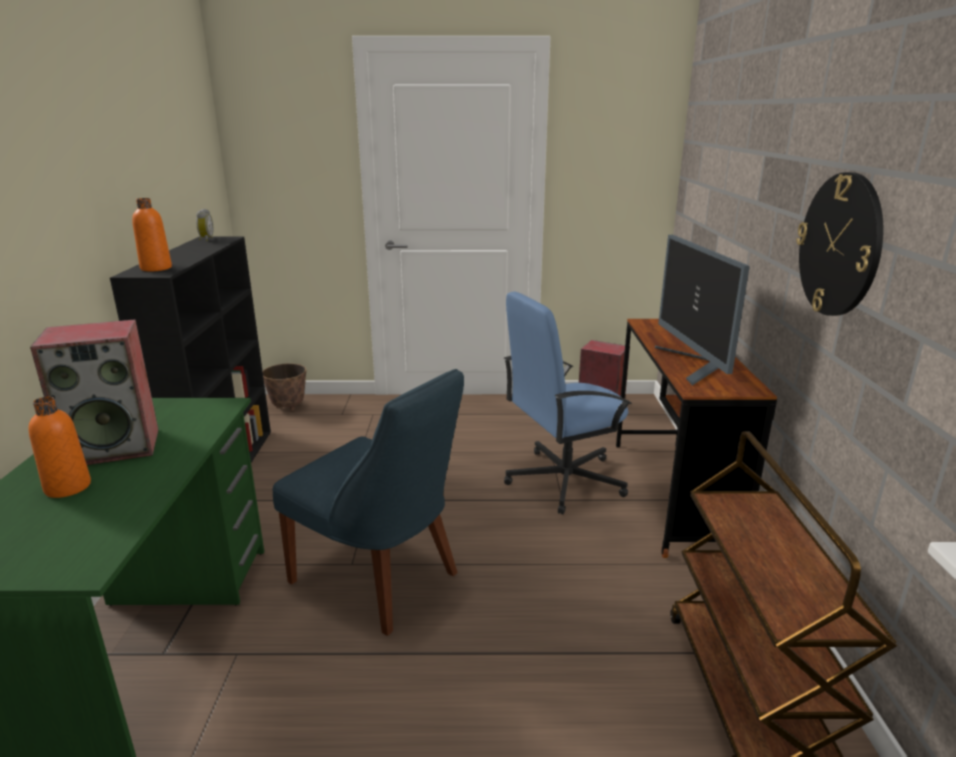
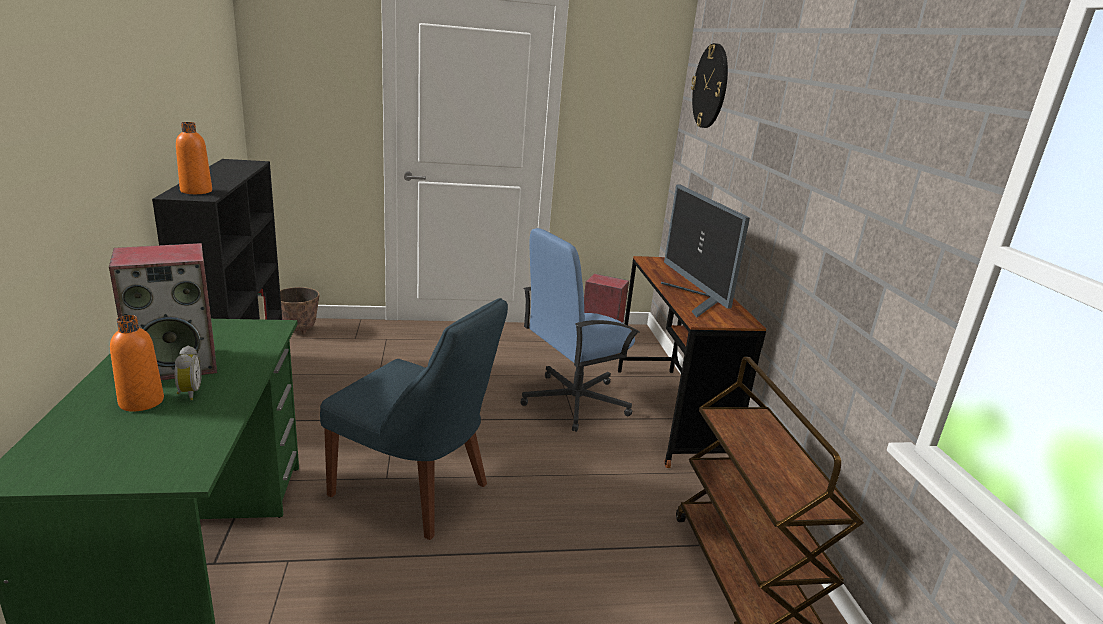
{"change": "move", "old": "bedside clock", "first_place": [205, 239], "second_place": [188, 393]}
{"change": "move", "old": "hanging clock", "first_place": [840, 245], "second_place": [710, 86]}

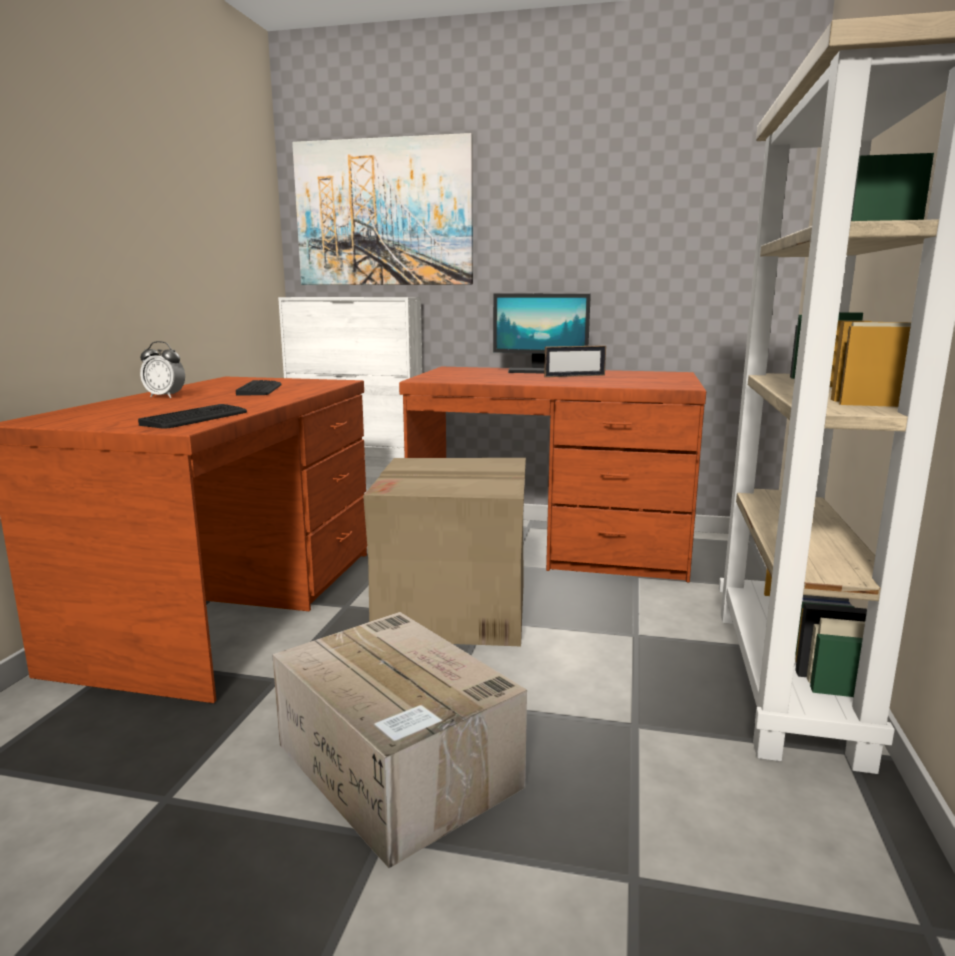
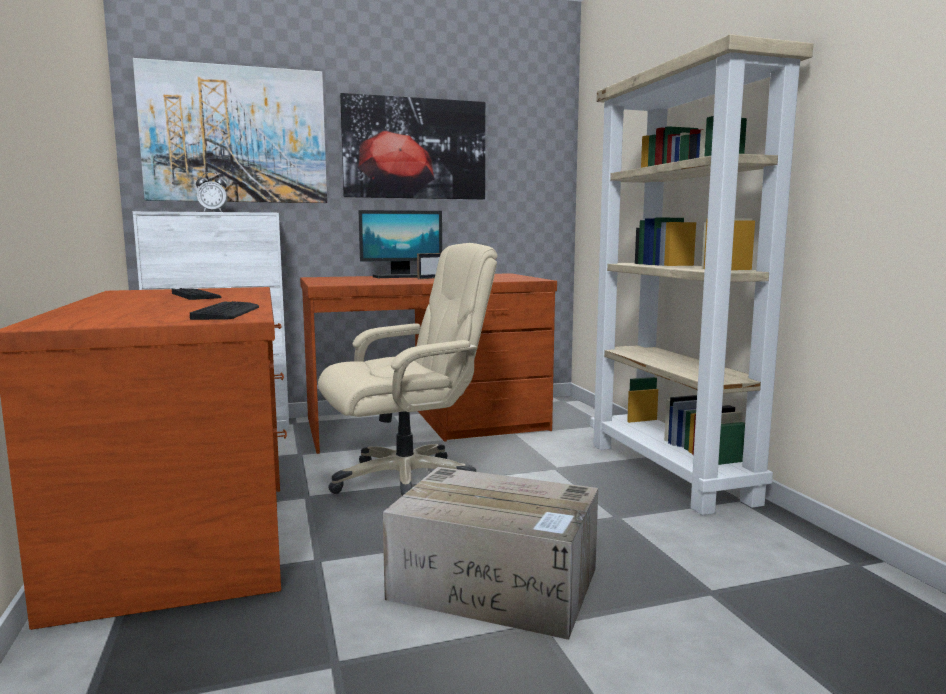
{"change": "move", "old": "bedside clock", "first_place": [165, 396], "second_place": [213, 212]}
{"change": "replace", "old": "packing box", "new": "beige-coloured desk chair", "first_place": [454, 610], "second_place": [406, 480]}
{"change": "insert", "new": "wall picture", "second_place": [415, 149]}

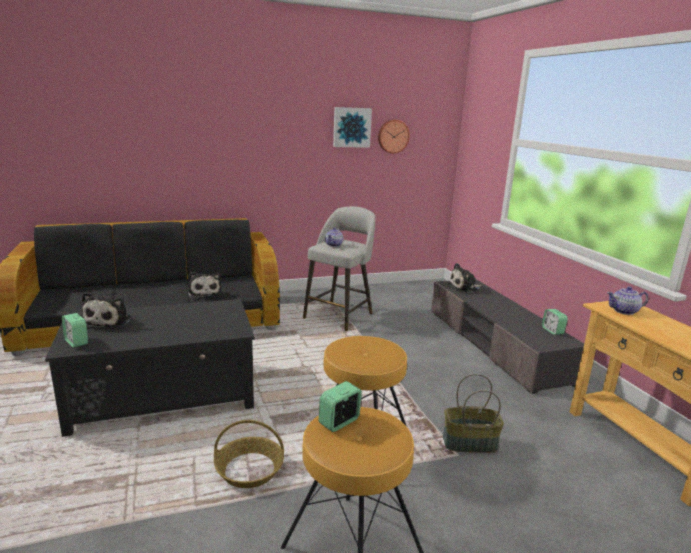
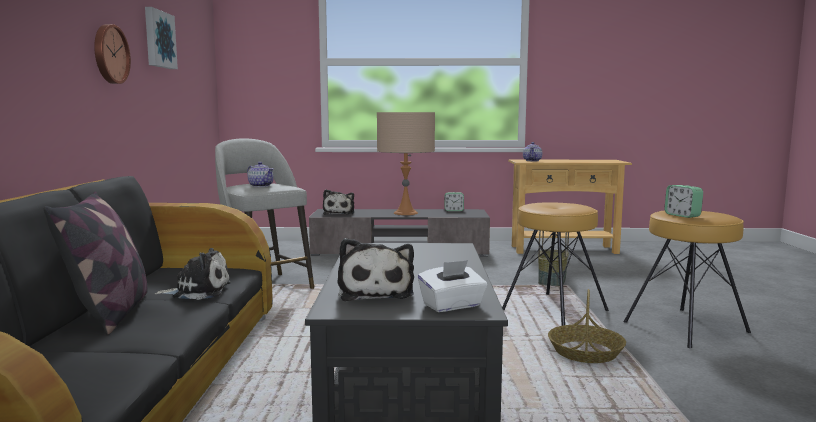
{"change": "insert", "new": "cushion", "second_place": [111, 313]}
{"change": "move", "old": "hanging clock", "first_place": [393, 136], "second_place": [109, 54]}
{"change": "rotate", "old": "cuddly toy", "first_place": [109, 321], "second_place": [375, 292], "degrees": 60}
{"change": "insert", "new": "beige-coloured lamp for a table", "second_place": [405, 213]}
{"change": "replace", "old": "bedside clock", "new": "whitish box of tissues", "first_place": [76, 342], "second_place": [452, 305]}

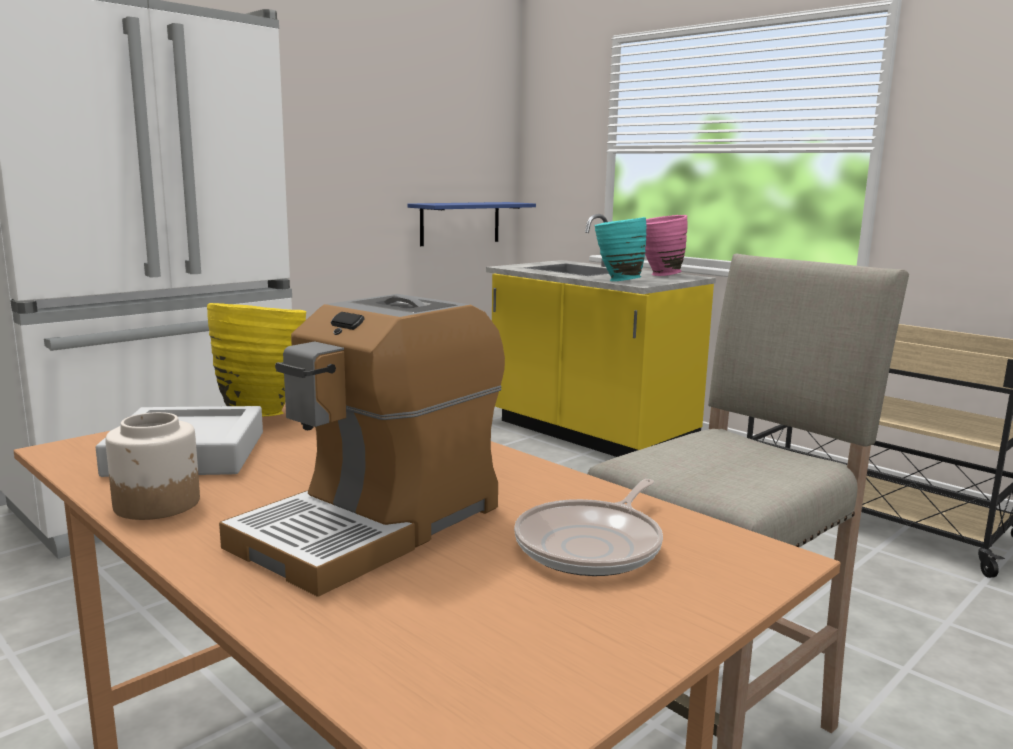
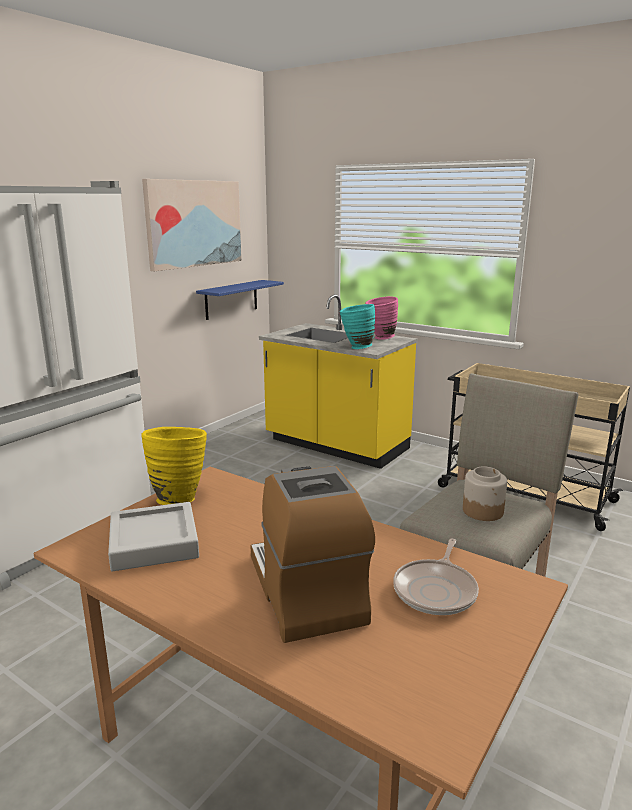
{"change": "insert", "new": "wall picture", "second_place": [194, 223]}
{"change": "rotate", "old": "coffee machine", "first_place": [374, 525], "second_place": [306, 591], "degrees": 135}
{"change": "move", "old": "jar", "first_place": [158, 503], "second_place": [483, 511]}

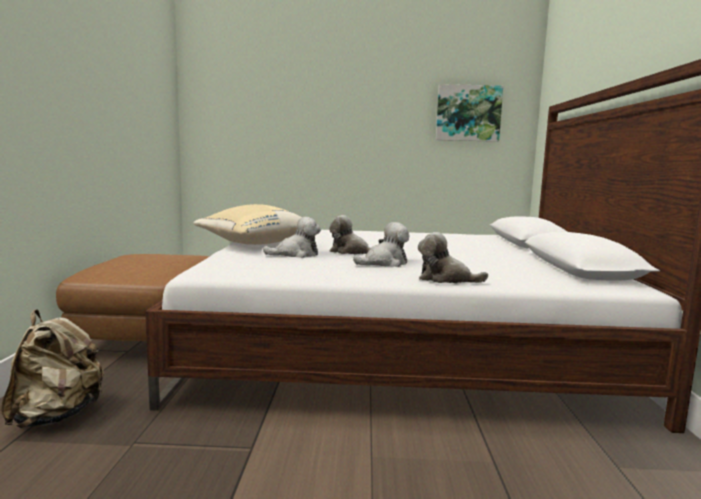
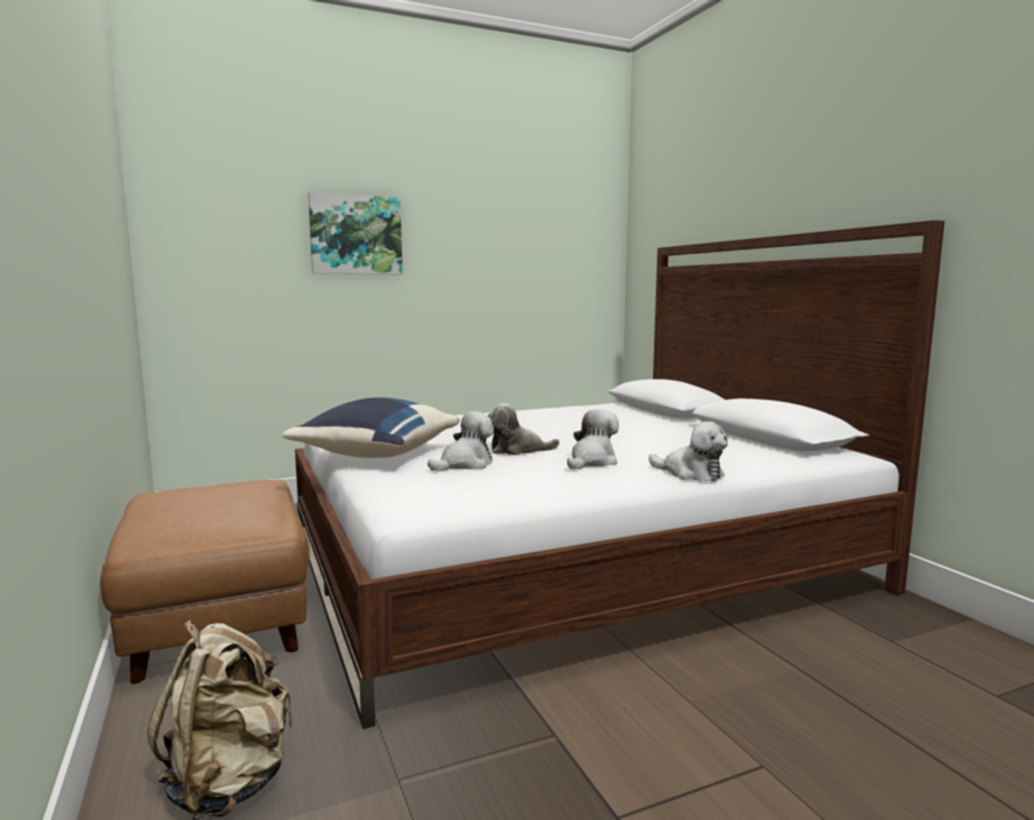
{"change": "recolor", "old": "beige-coloured cushion", "new": "blue-coloured cushion", "first_place": [254, 243], "second_place": [374, 454]}
{"change": "move", "old": "wall picture", "first_place": [468, 113], "second_place": [356, 235]}
{"change": "rotate", "old": "cuddly toy", "first_place": [445, 279], "second_place": [690, 474], "degrees": -135}

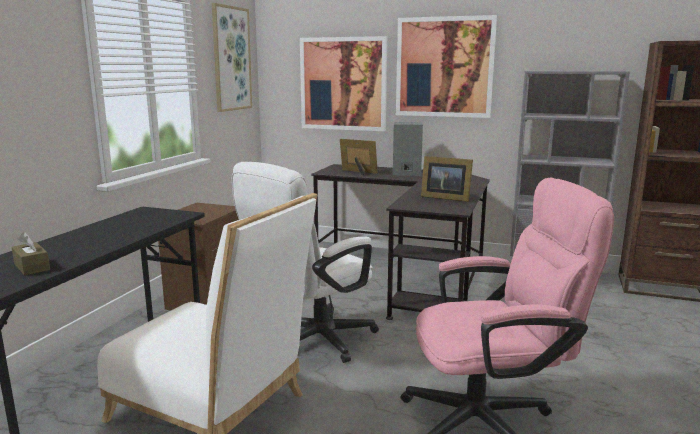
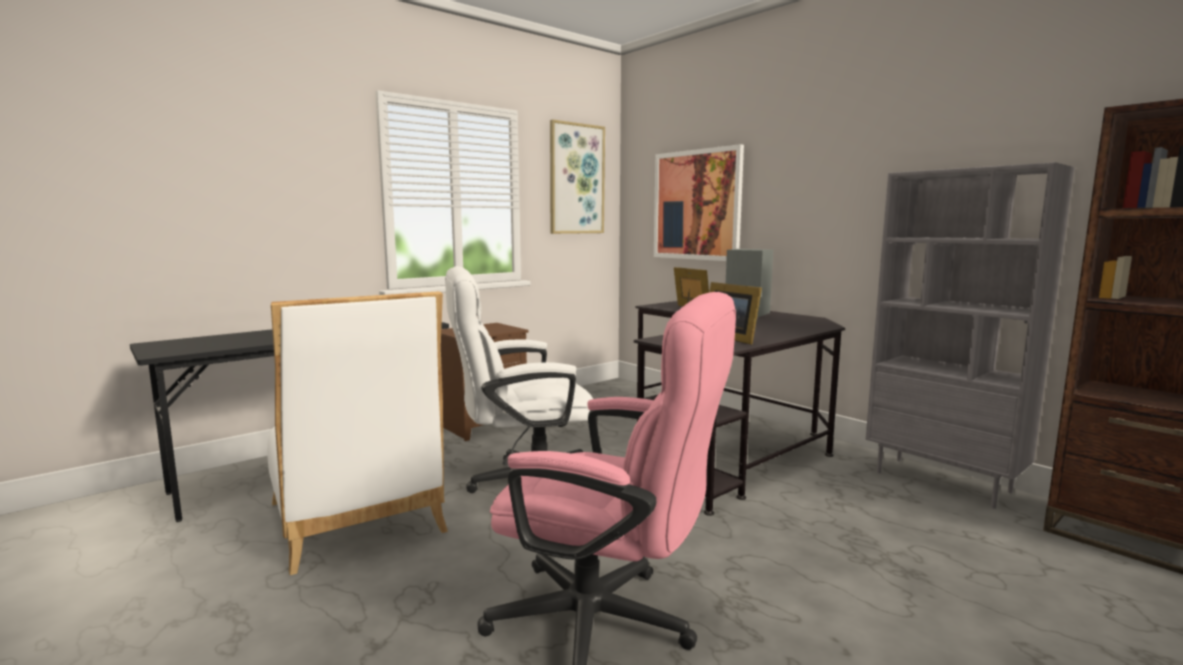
{"change": "delete", "old": "brownish box of tissues", "first_place": [32, 267]}
{"change": "delete", "old": "wall picture", "first_place": [444, 67]}

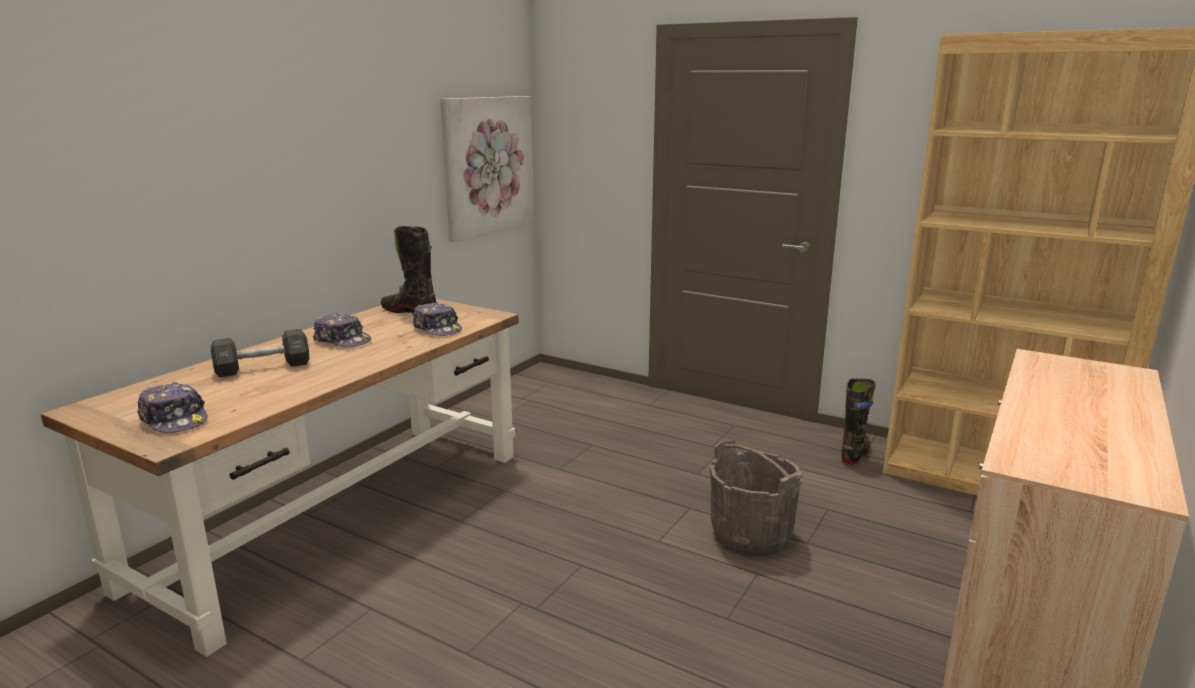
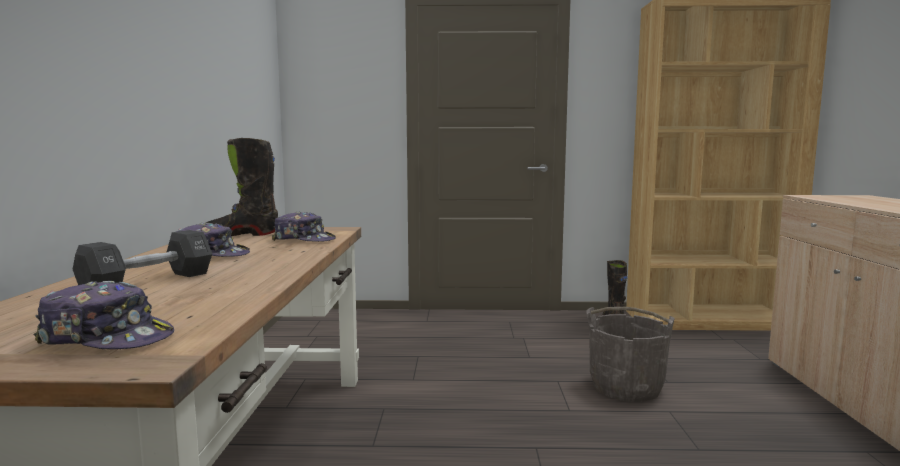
{"change": "delete", "old": "wall picture", "first_place": [488, 165]}

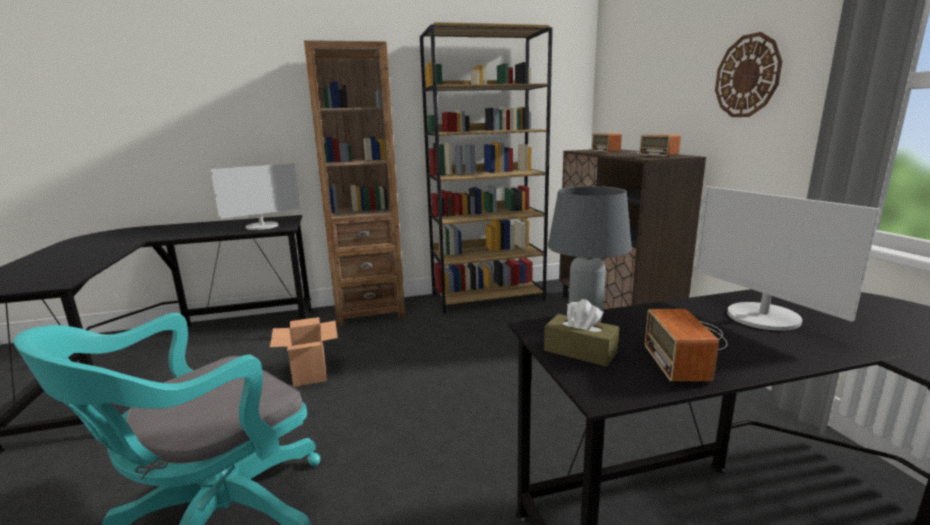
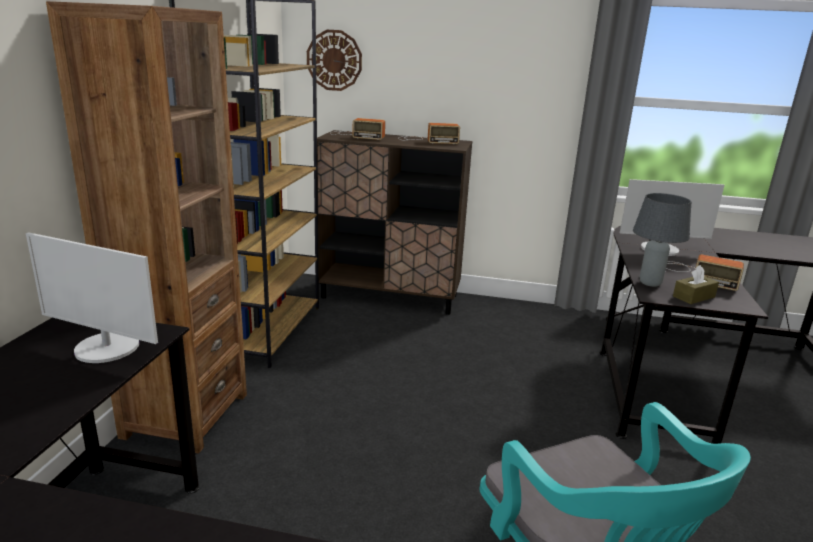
{"change": "rotate", "old": "computer screen", "first_place": [262, 226], "second_place": [107, 348], "degrees": 120}
{"change": "move", "old": "hanging clock", "first_place": [747, 76], "second_place": [334, 60]}
{"change": "delete", "old": "packing box", "first_place": [309, 373]}

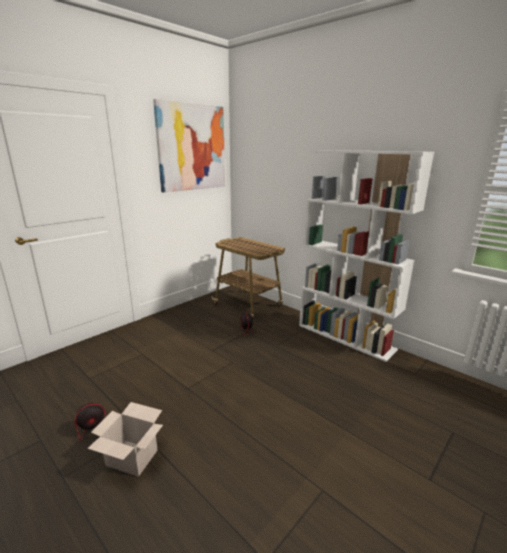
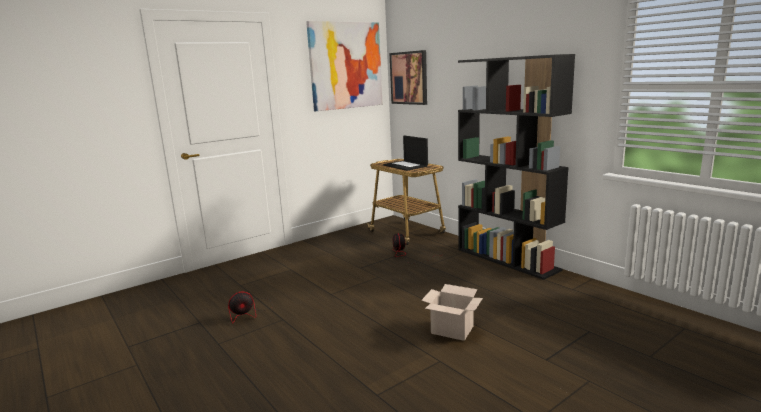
{"change": "insert", "new": "notebook computer", "second_place": [406, 166]}
{"change": "insert", "new": "wall picture", "second_place": [409, 78]}
{"change": "move", "old": "packing box", "first_place": [130, 458], "second_place": [451, 330]}
{"change": "recolor", "old": "whitish bookcase", "new": "black-coloured bookcase", "first_place": [346, 337], "second_place": [507, 259]}

